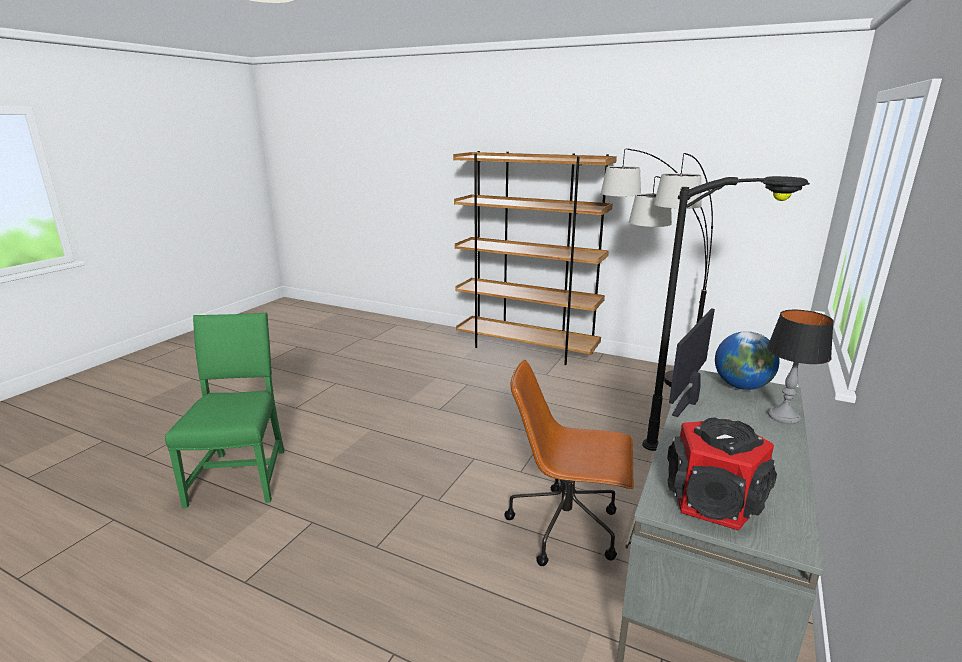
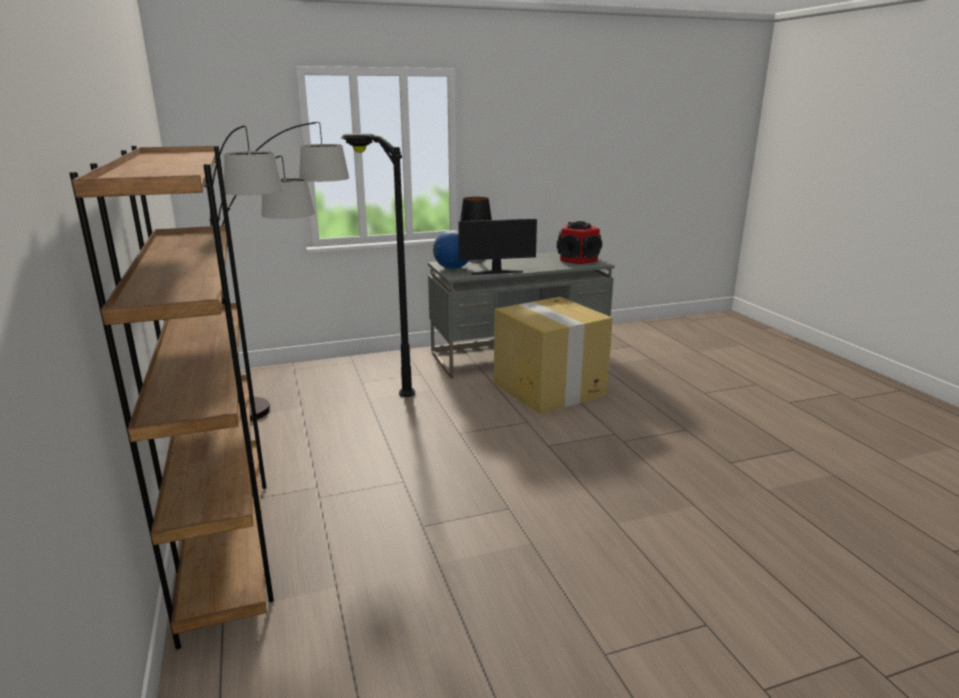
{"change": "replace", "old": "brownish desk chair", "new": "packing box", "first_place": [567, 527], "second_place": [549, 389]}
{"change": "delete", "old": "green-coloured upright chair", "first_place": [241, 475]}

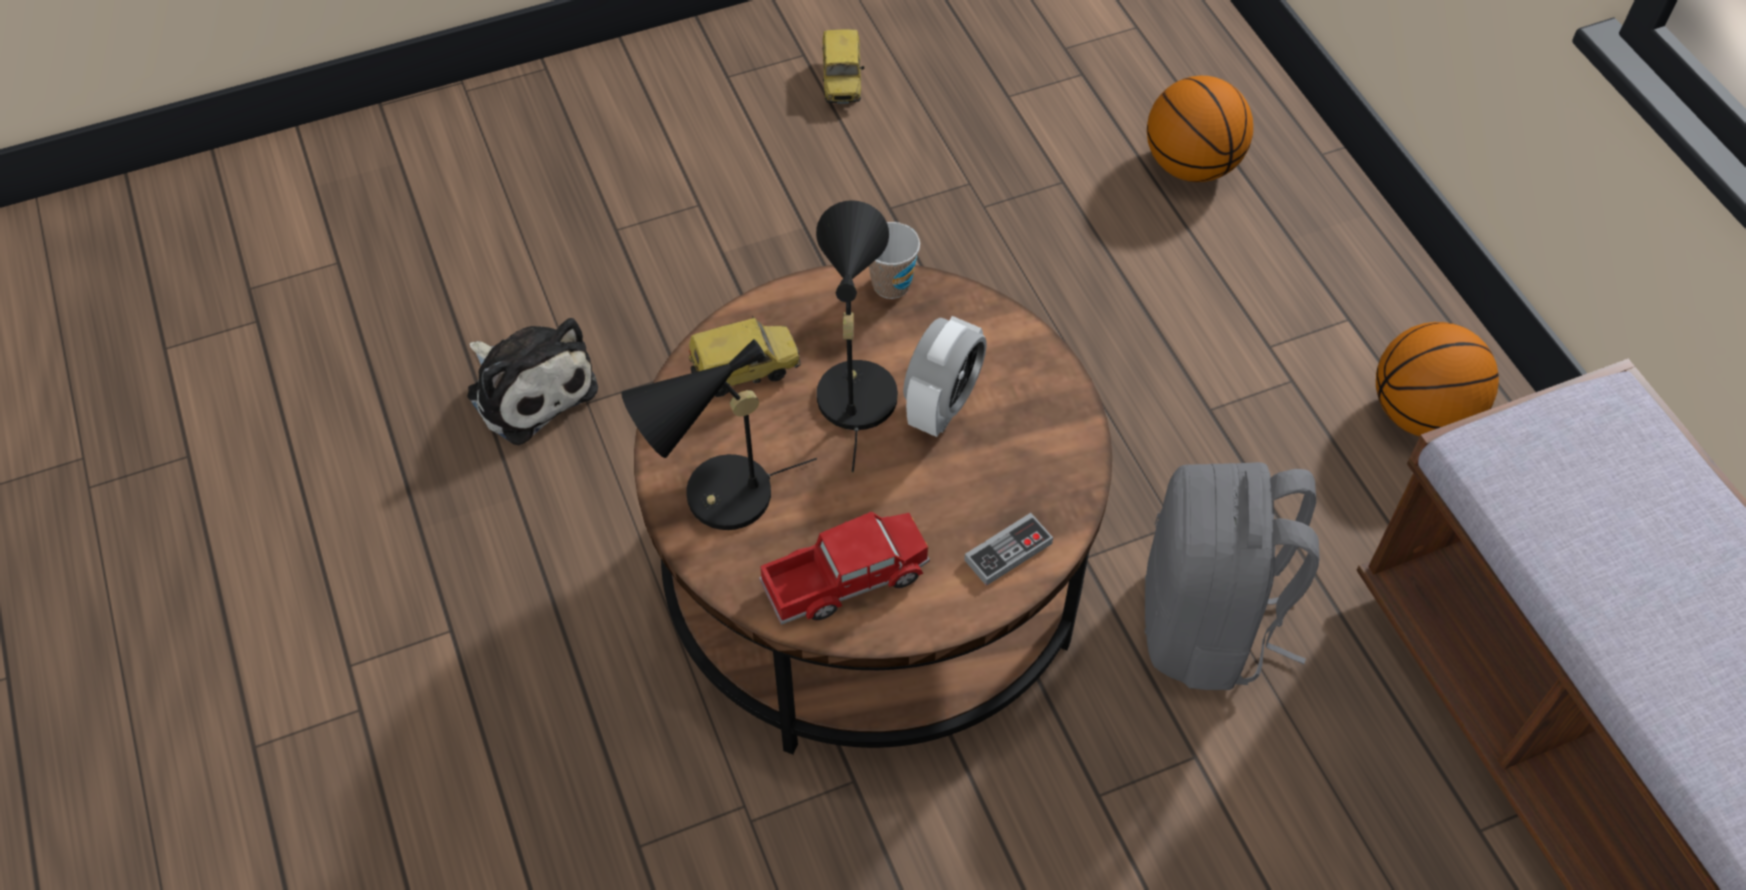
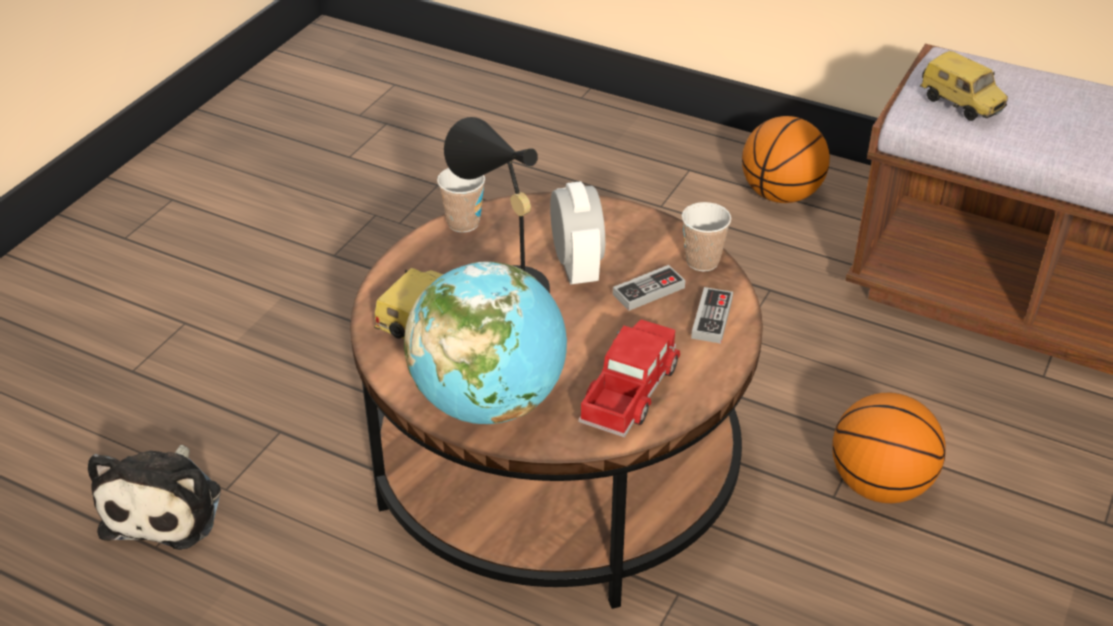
{"change": "rotate", "old": "cuddly toy", "first_place": [529, 387], "second_place": [166, 507], "degrees": 90}
{"change": "replace", "old": "black-coloured lamp for a table", "new": "world globe", "first_place": [717, 501], "second_place": [489, 402]}
{"change": "insert", "new": "game controller", "second_place": [648, 291]}
{"change": "insert", "new": "small cup", "second_place": [702, 261]}
{"change": "move", "old": "ball for basketball", "first_place": [1191, 166], "second_place": [880, 485]}
{"change": "move", "old": "miniature car", "first_place": [843, 83], "second_place": [961, 105]}
{"change": "delete", "old": "gray backpack", "first_place": [1208, 624]}

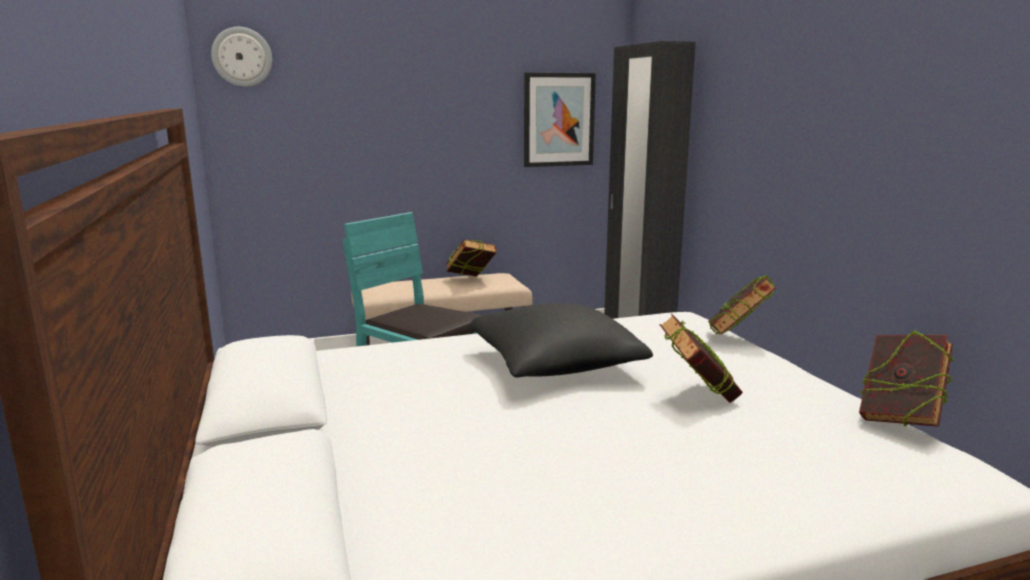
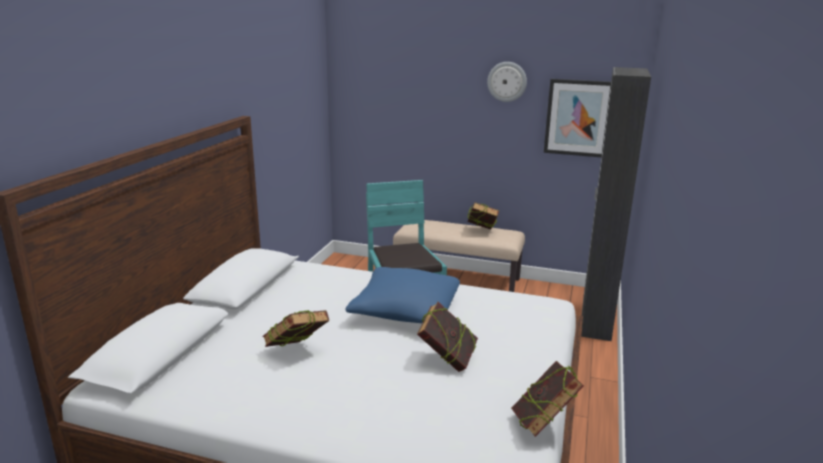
{"change": "move", "old": "bound book", "first_place": [737, 337], "second_place": [297, 353]}
{"change": "recolor", "old": "black-coloured cushion", "new": "blue-coloured cushion", "first_place": [555, 363], "second_place": [405, 311]}
{"change": "move", "old": "hanging clock", "first_place": [242, 57], "second_place": [507, 81]}

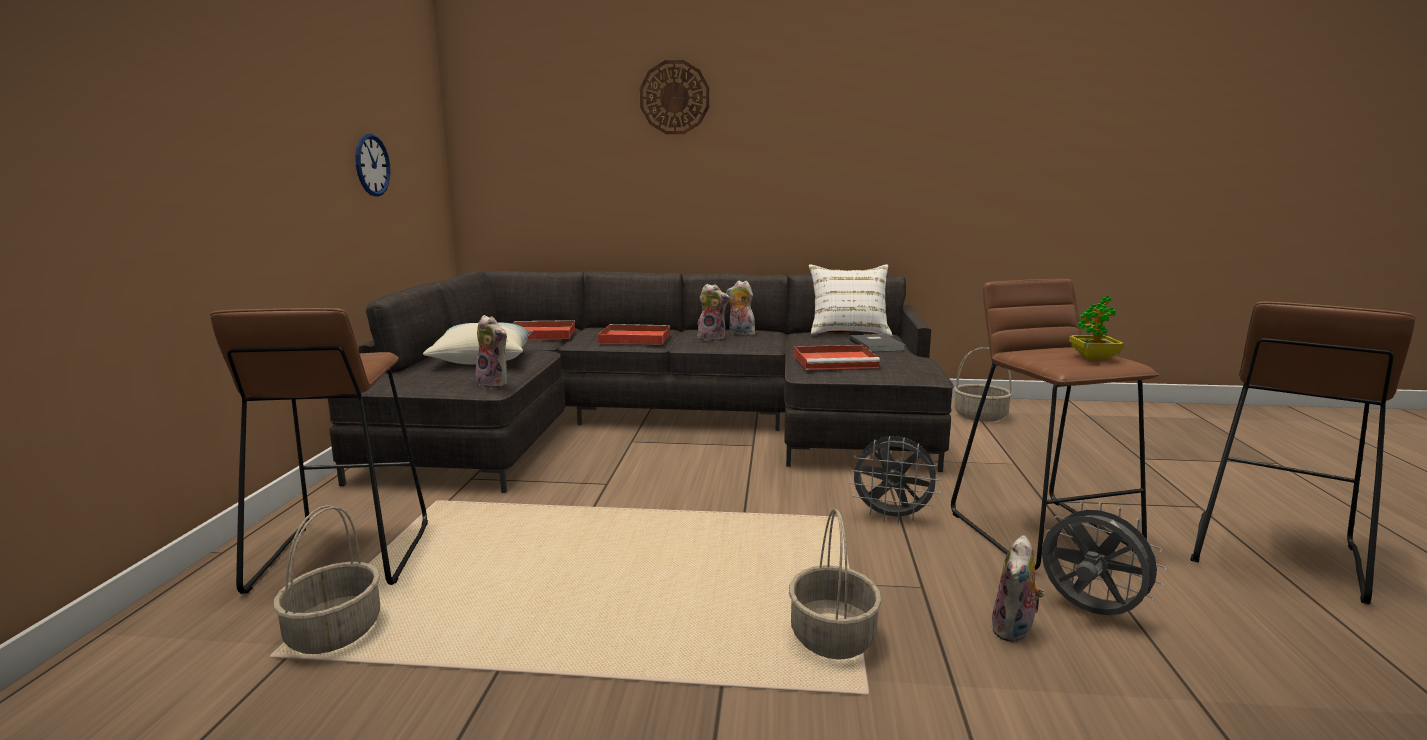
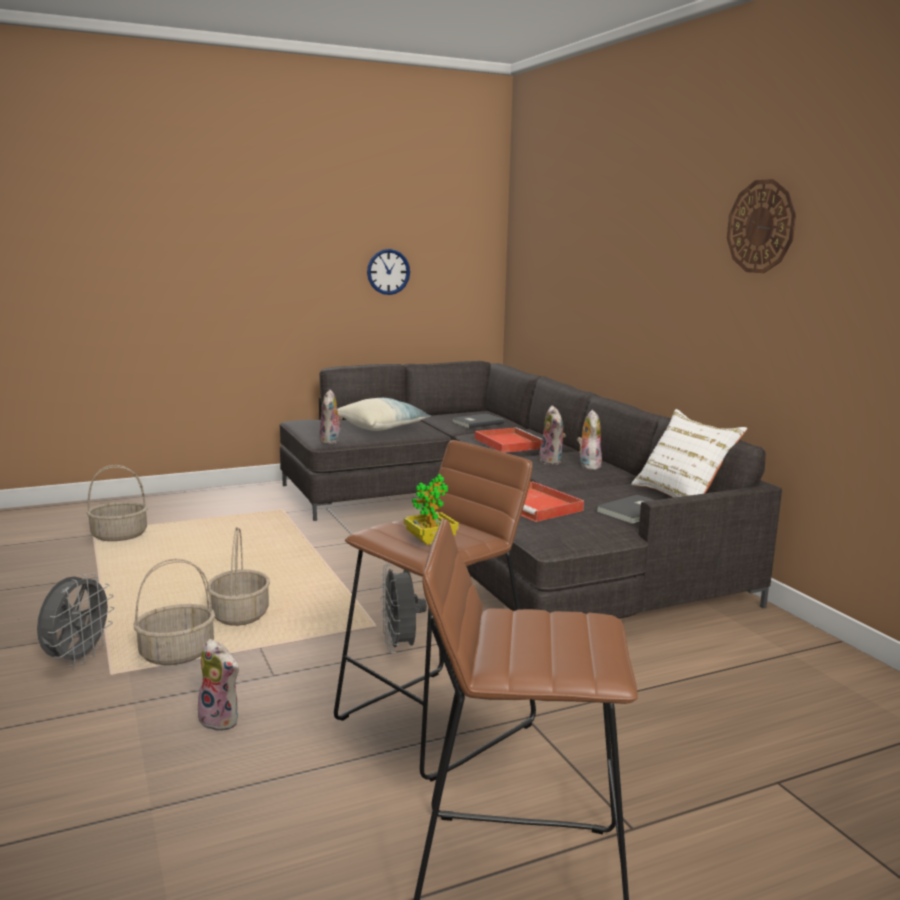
{"change": "move", "old": "gray electric fan", "first_place": [1089, 612], "second_place": [77, 658]}
{"change": "rotate", "old": "cuddly toy", "first_place": [1014, 631], "second_place": [222, 720], "degrees": -150}
{"change": "move", "old": "storage basket", "first_place": [980, 416], "second_place": [239, 614]}
{"change": "replace", "old": "red tray", "new": "gray bound book", "first_place": [539, 334], "second_place": [476, 423]}
{"change": "move", "old": "hanging clock", "first_place": [674, 97], "second_place": [761, 226]}
{"change": "delete", "old": "brownish sitting stool", "first_place": [341, 556]}

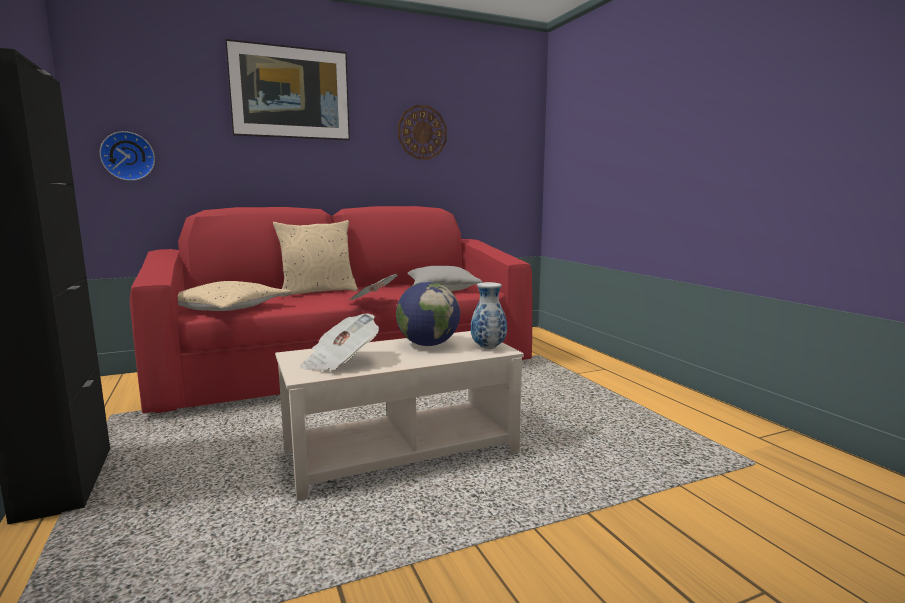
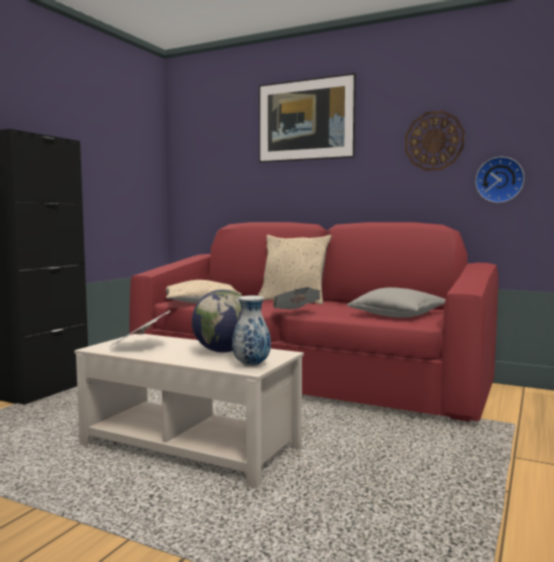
{"change": "move", "old": "hanging clock", "first_place": [128, 156], "second_place": [499, 180]}

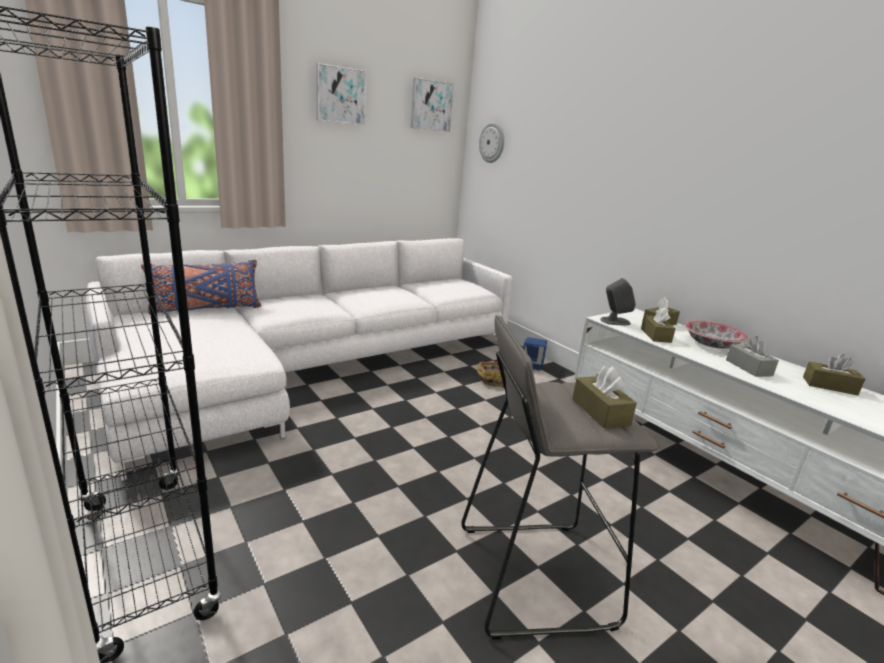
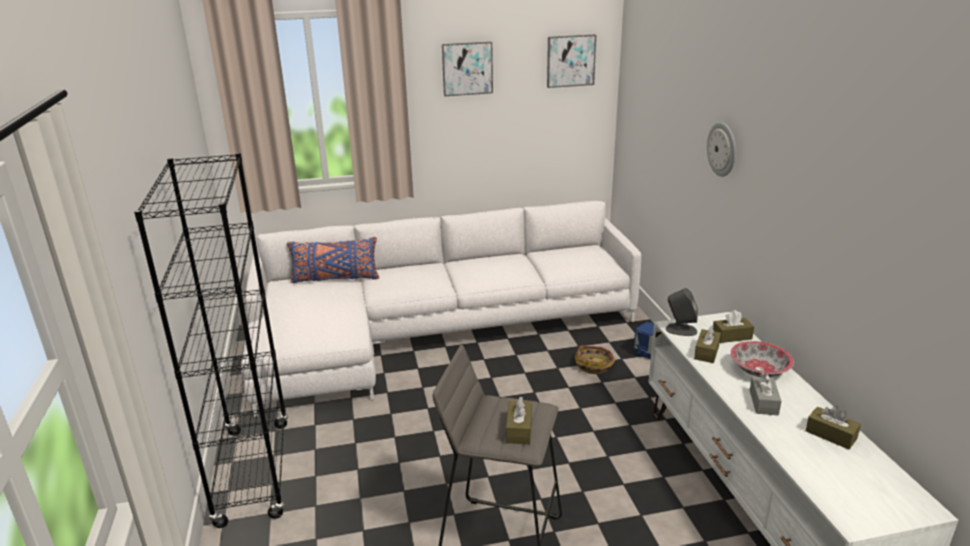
{"change": "move", "old": "hanging clock", "first_place": [492, 142], "second_place": [722, 149]}

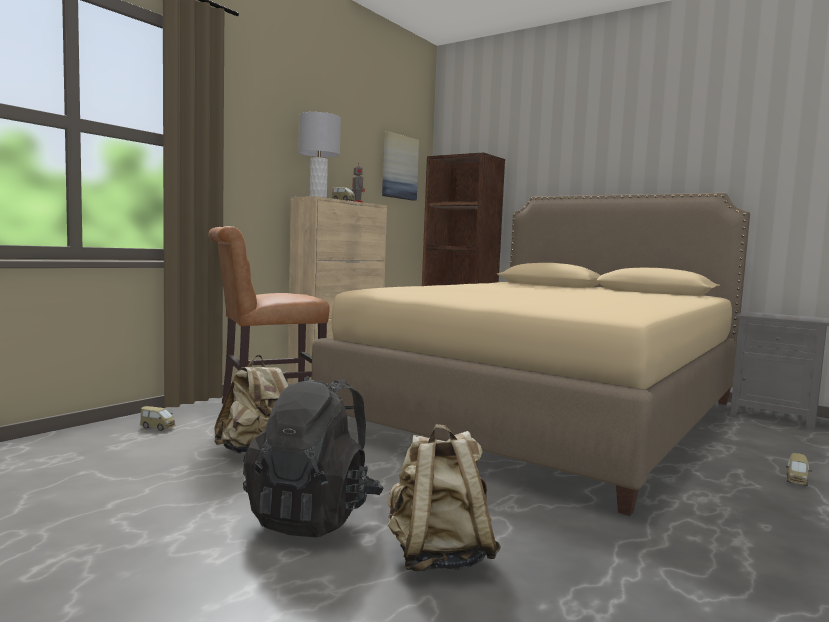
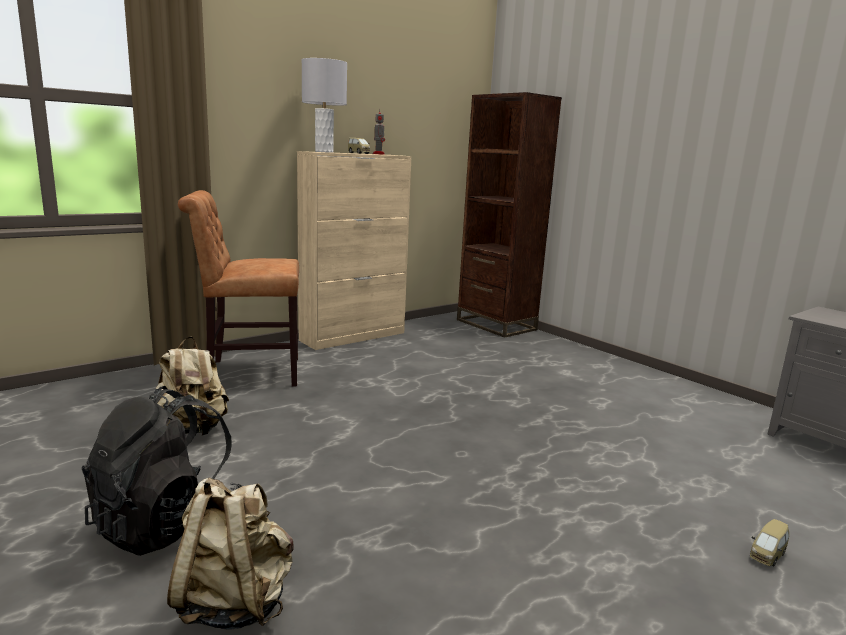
{"change": "delete", "old": "miniature car", "first_place": [158, 427]}
{"change": "delete", "old": "beige-coloured bed", "first_place": [547, 414]}
{"change": "delete", "old": "wall picture", "first_place": [399, 167]}

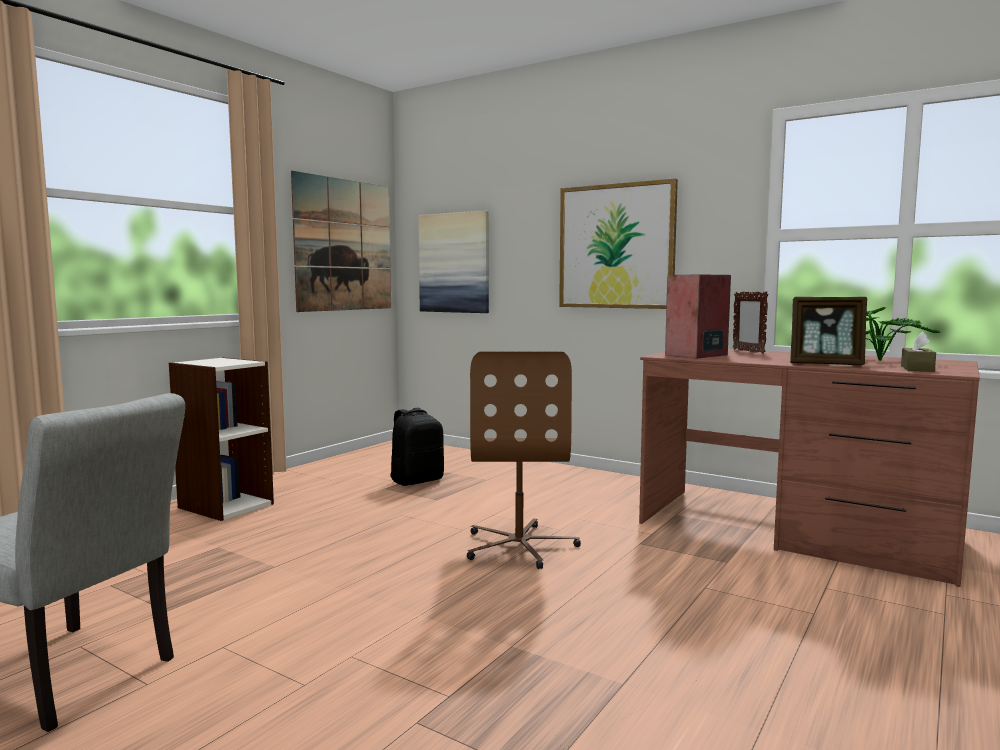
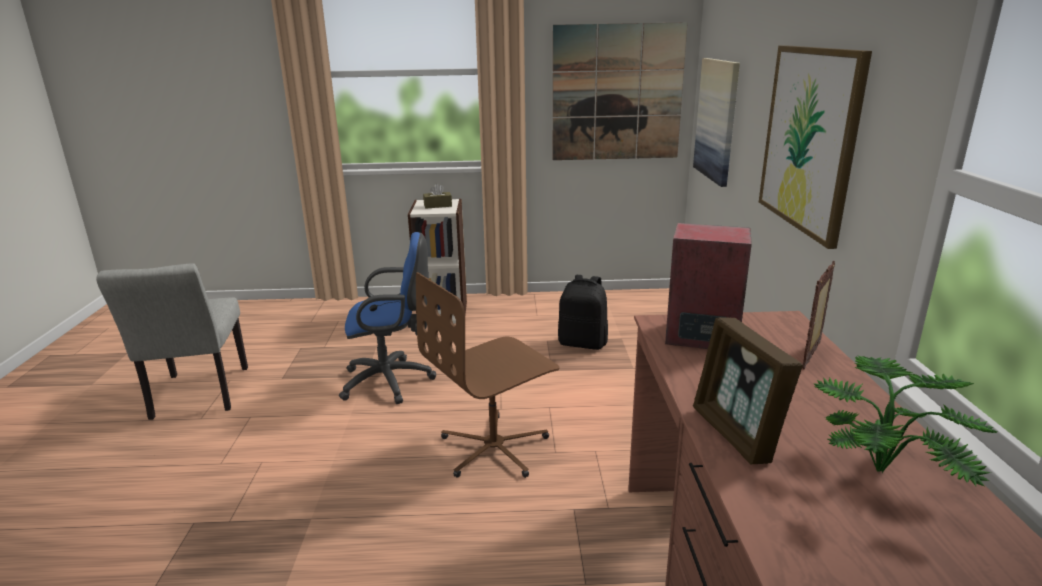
{"change": "insert", "new": "blue-coloured desk chair", "second_place": [392, 381]}
{"change": "move", "old": "brownish box of tissues", "first_place": [917, 368], "second_place": [438, 205]}

